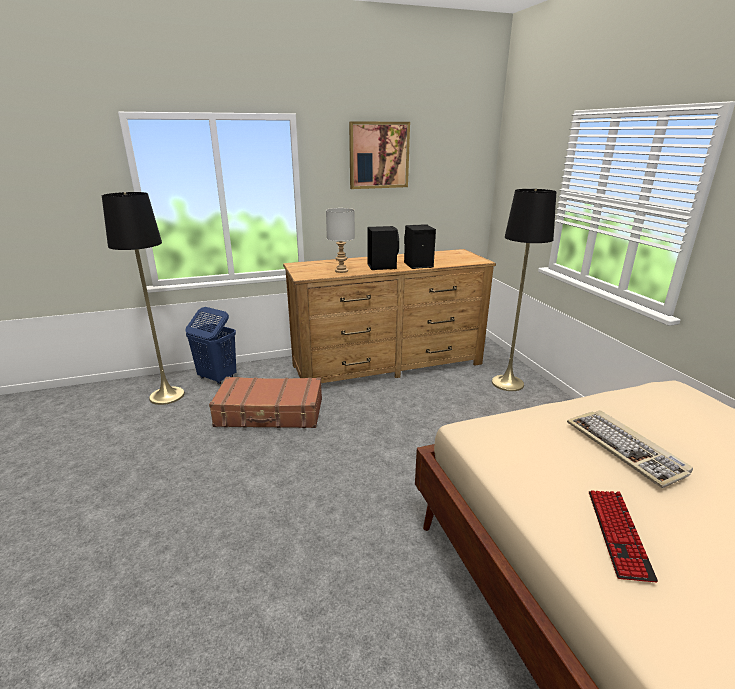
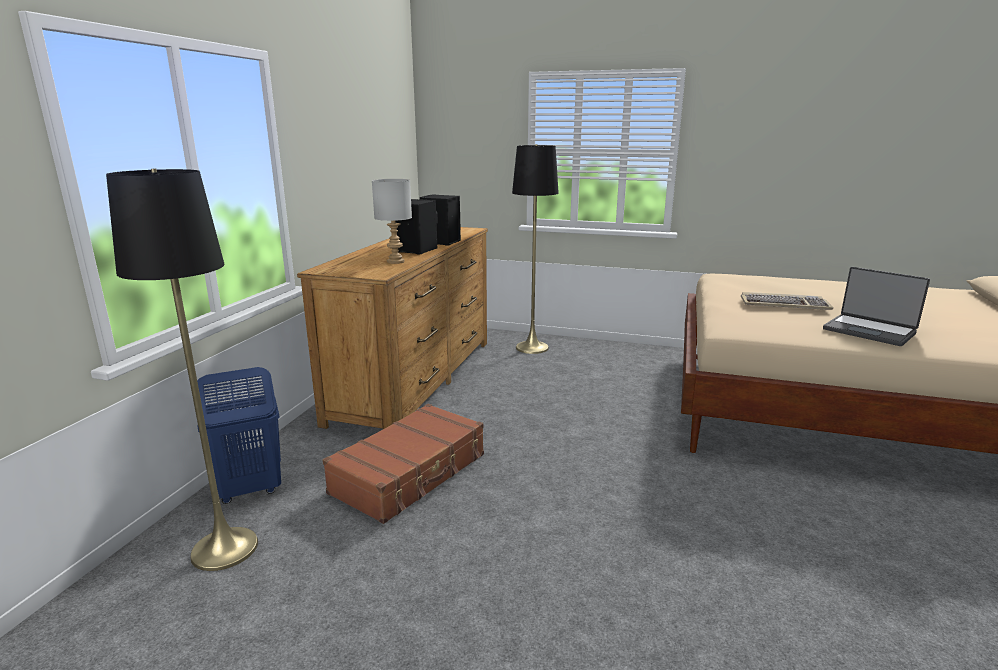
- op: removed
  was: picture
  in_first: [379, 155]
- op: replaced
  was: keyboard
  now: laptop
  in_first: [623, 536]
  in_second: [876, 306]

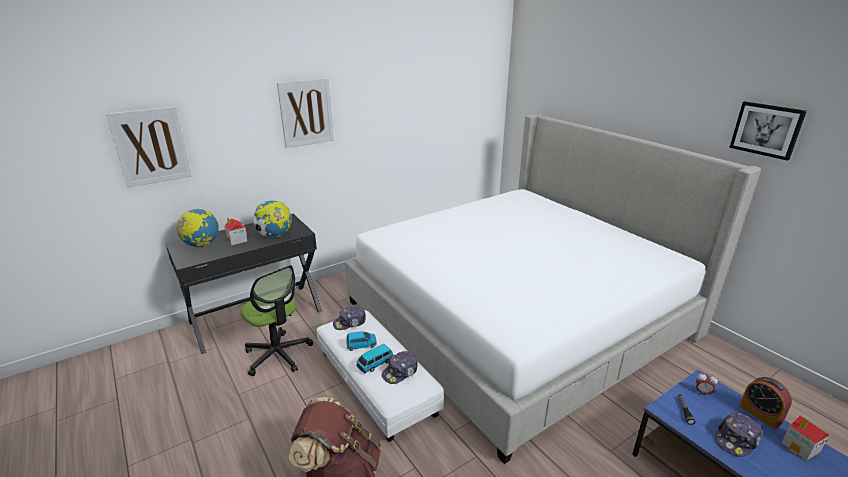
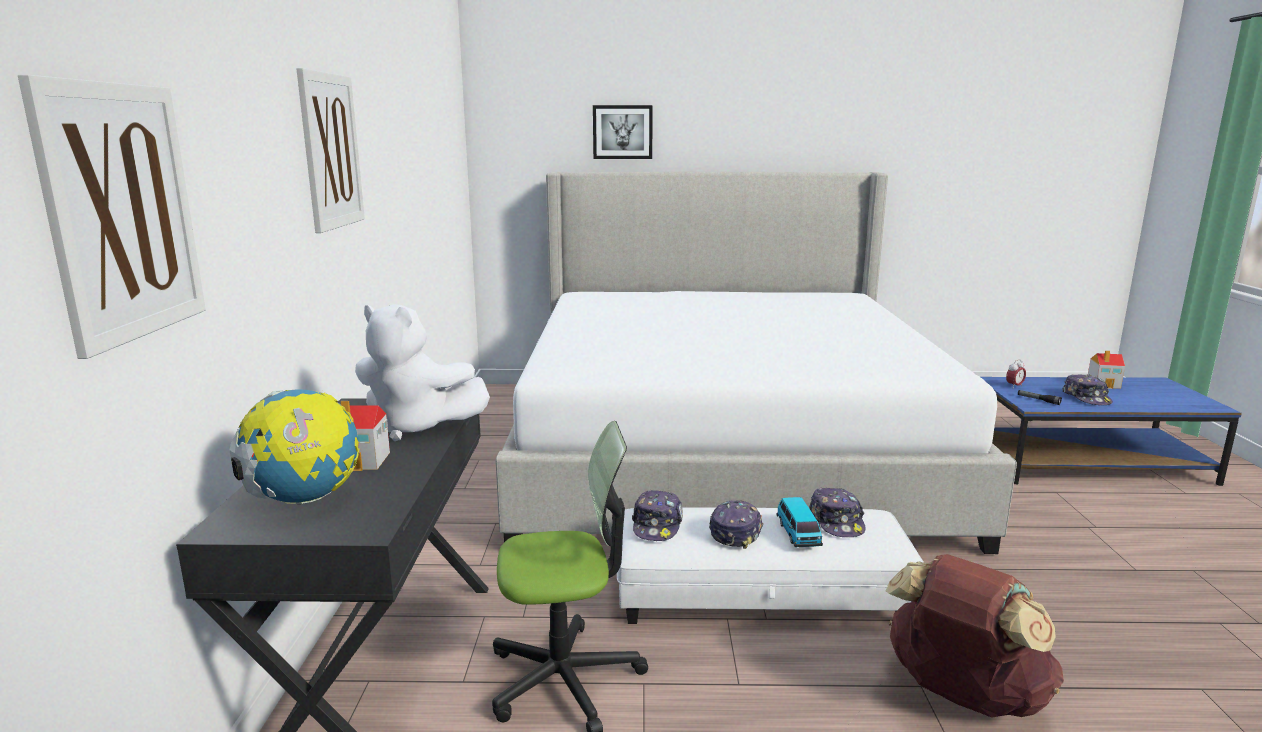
- op: moved
  was: picture
  in_first: [768, 131]
  in_second: [623, 132]
- op: replaced
  was: globe
  now: plush toy in white
  in_first: [272, 219]
  in_second: [422, 372]
- op: replaced
  was: toy car in blue
  now: cap
  in_first: [361, 341]
  in_second: [736, 524]
- op: removed
  was: alarm clock
  in_first: [765, 403]

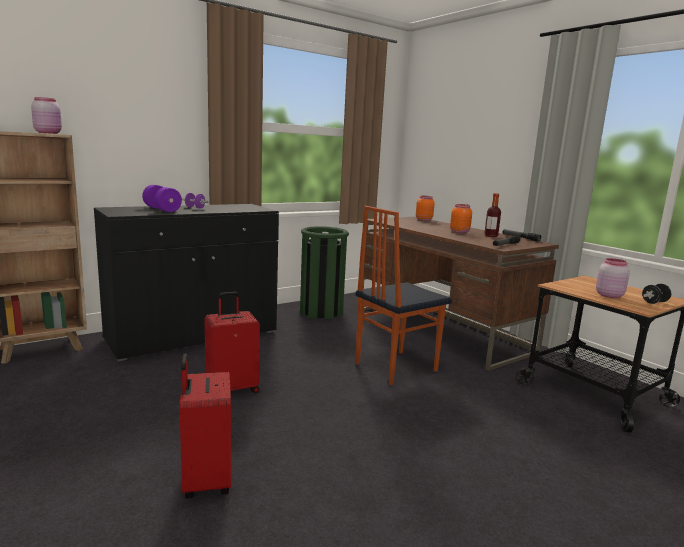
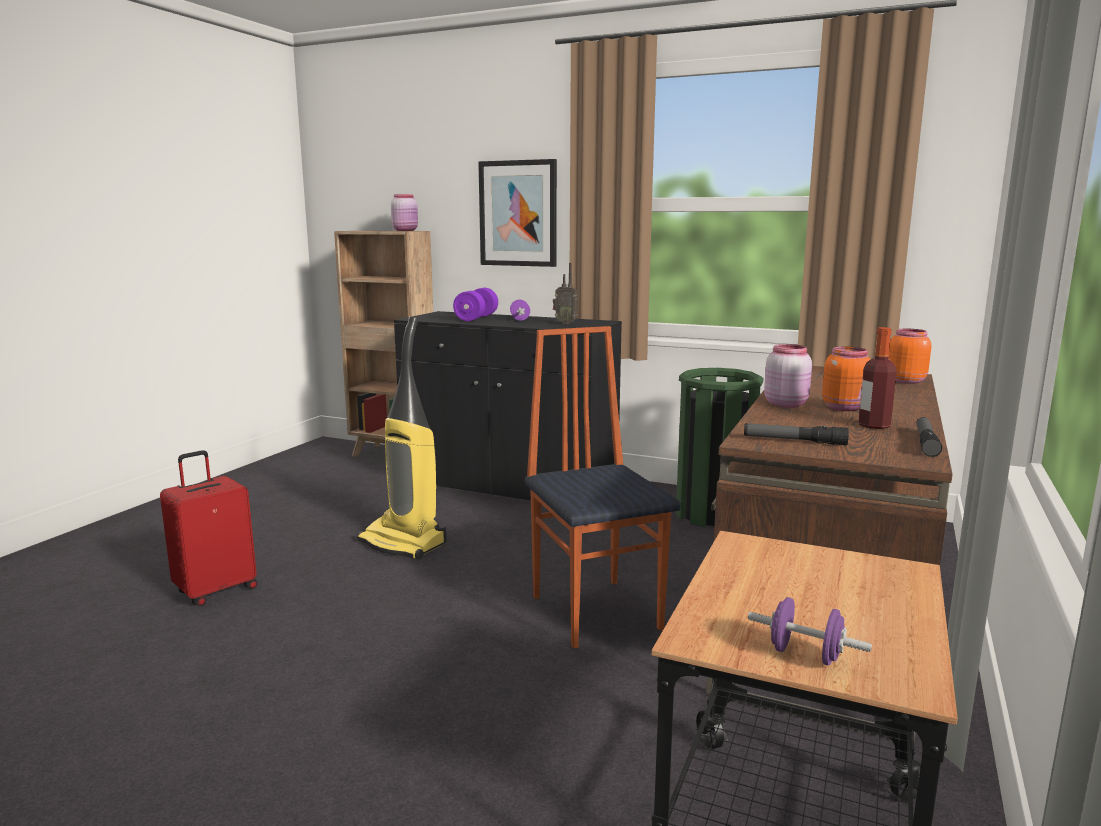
- op: turned
  was: chair
  in_first: [403, 295]
  in_second: [603, 487]
  clockwise: 45
- op: moved
  was: jar in pink
  in_first: [613, 278]
  in_second: [788, 376]
- op: recoloured
  was: dumbbell in black
  now: dumbbell in purple
  in_first: [656, 294]
  in_second: [810, 631]
- op: replaced
  was: suitcase in red
  now: vacuum cleaner
  in_first: [232, 342]
  in_second: [402, 438]
- op: added
  now: picture
  in_second: [517, 213]
- op: added
  now: radio
  in_second: [565, 293]

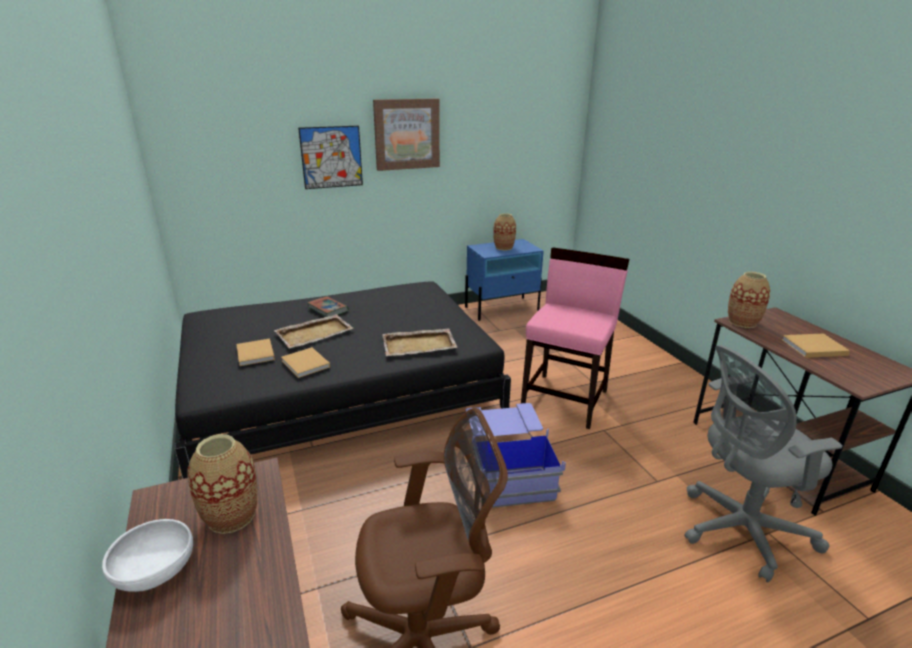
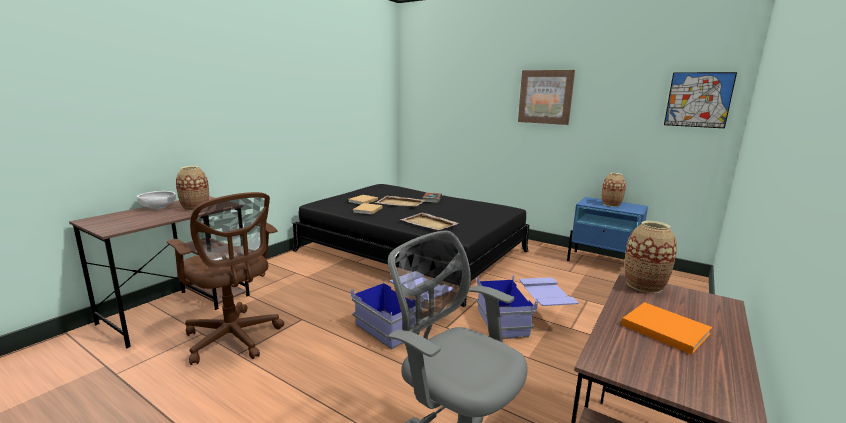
- op: moved
  was: picture
  in_first: [330, 157]
  in_second: [700, 100]
- op: replaced
  was: chair in pink
  now: storage box in blue
  in_first: [575, 338]
  in_second: [527, 307]
- op: recoloured
  was: book in beige
  now: book in orange
  in_first: [816, 345]
  in_second: [666, 328]

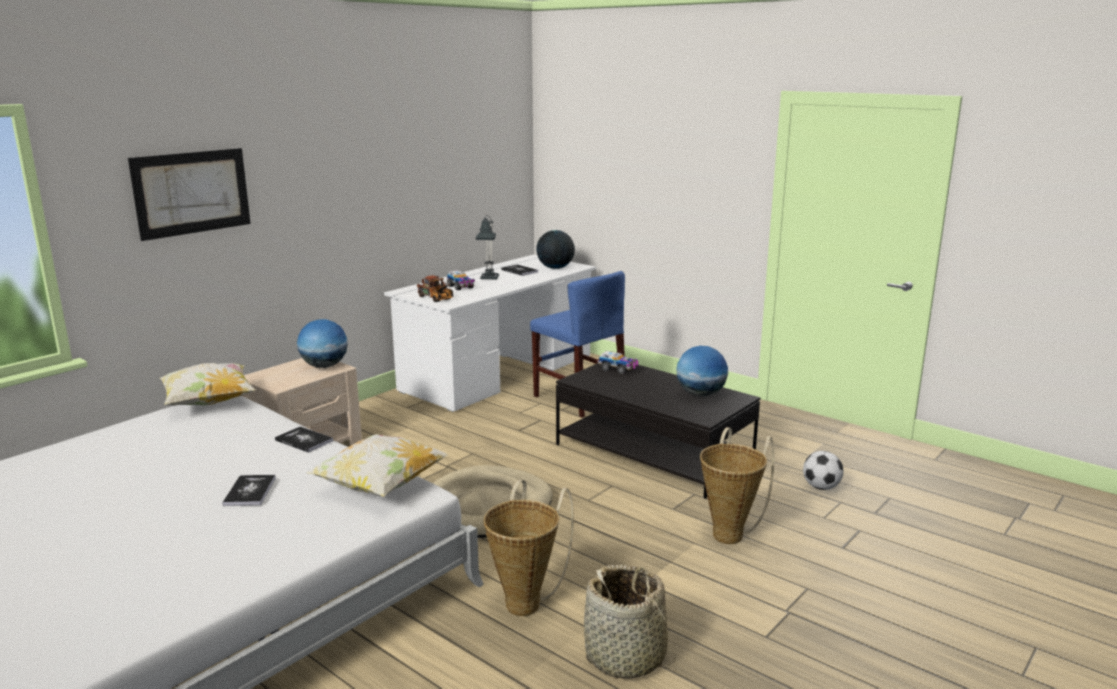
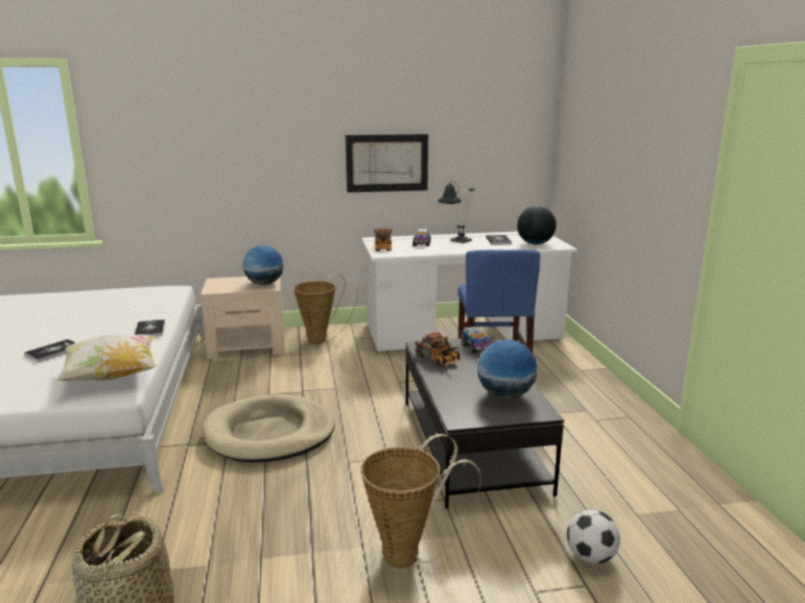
- op: moved
  was: picture
  in_first: [189, 194]
  in_second: [386, 163]
- op: removed
  was: pillow
  in_first: [208, 384]
- op: moved
  was: basket
  in_first: [529, 548]
  in_second: [326, 309]
- op: added
  now: toy truck
  in_second: [437, 349]

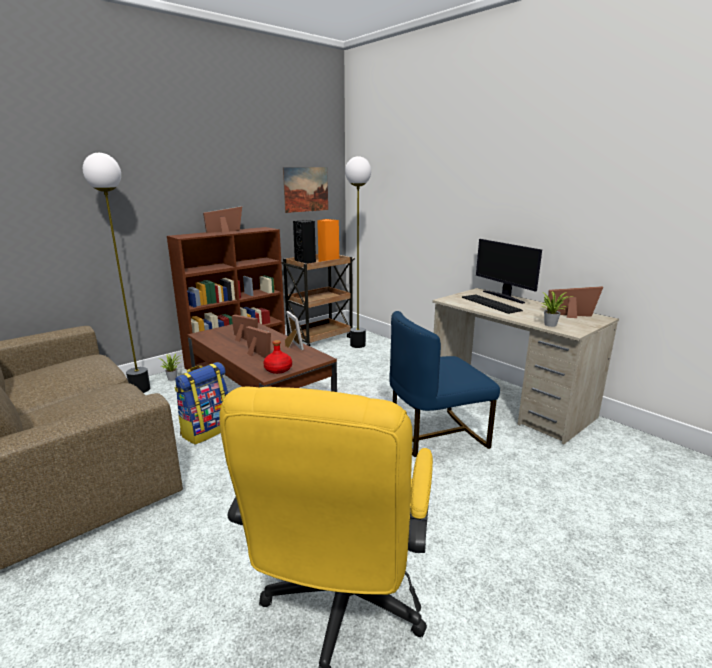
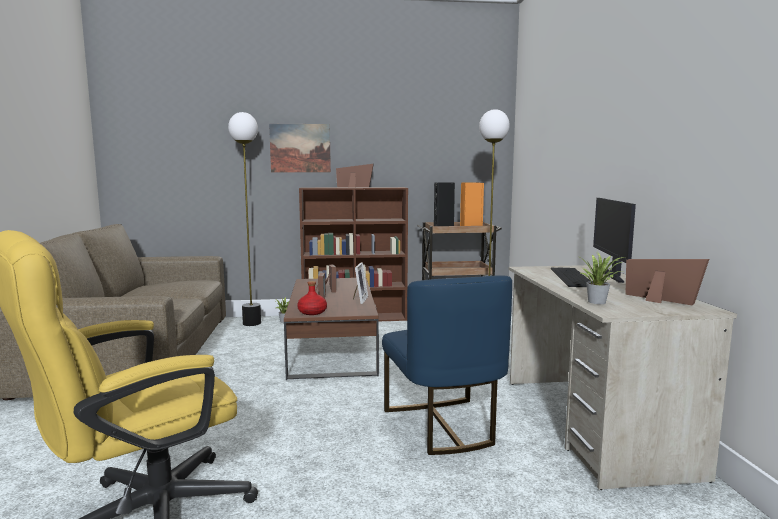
- op: moved
  was: picture
  in_first: [305, 190]
  in_second: [300, 148]
- op: turned
  was: chair in blue
  in_first: [444, 384]
  in_second: [447, 365]
  clockwise: -120
- op: removed
  was: backpack
  in_first: [201, 403]

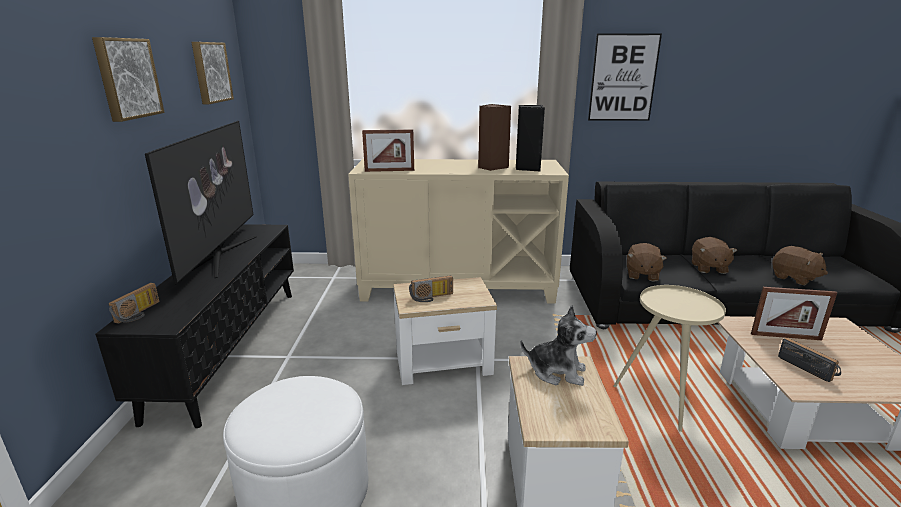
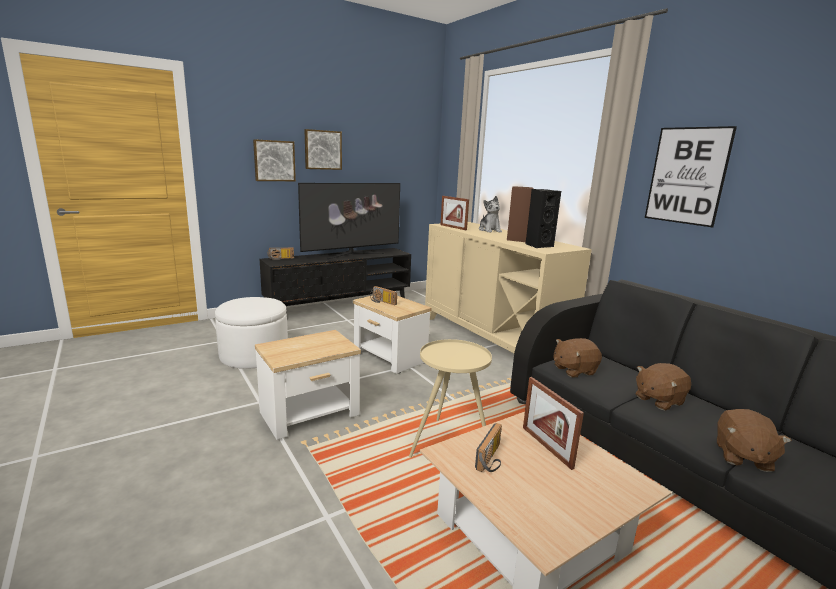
- op: moved
  was: picture
  in_first: [213, 73]
  in_second: [274, 160]
- op: moved
  was: plush toy
  in_first: [558, 345]
  in_second: [490, 214]

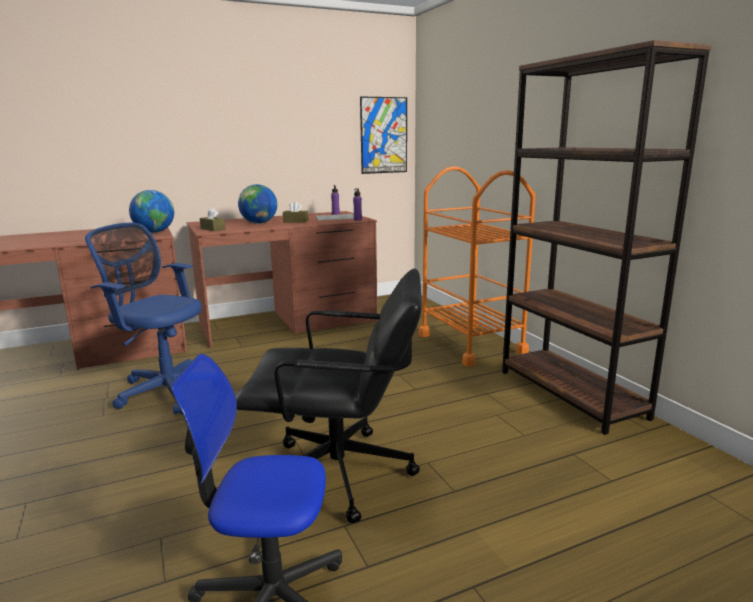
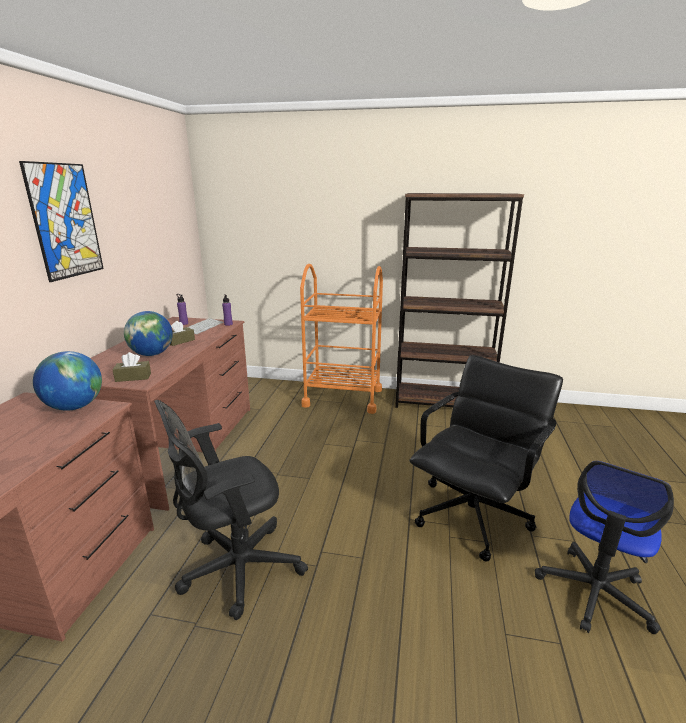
- op: moved
  was: picture
  in_first: [383, 135]
  in_second: [61, 221]
- op: recoloured
  was: office chair in blue
  now: office chair in black
  in_first: [143, 319]
  in_second: [231, 510]

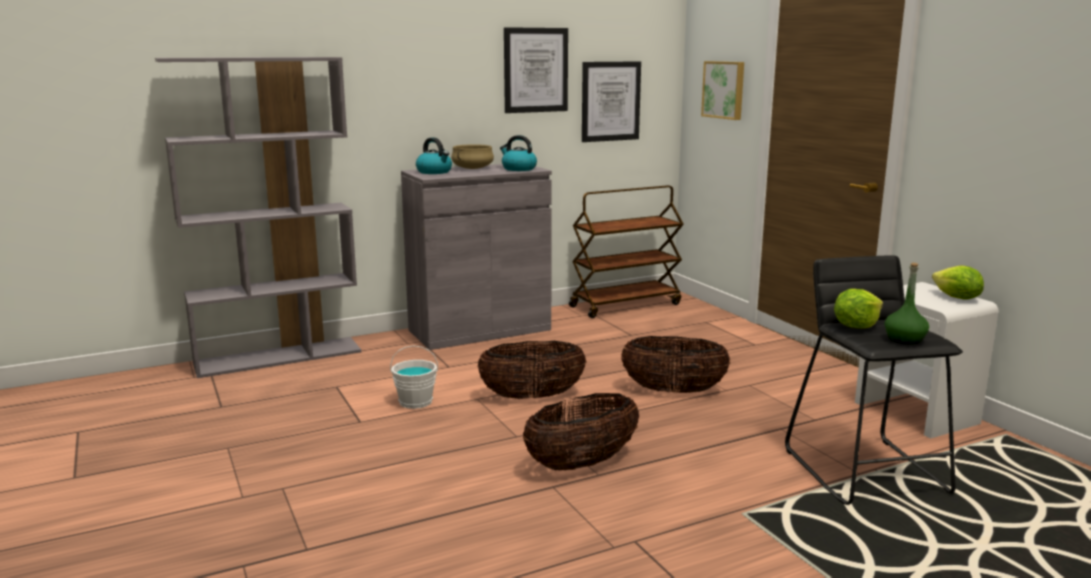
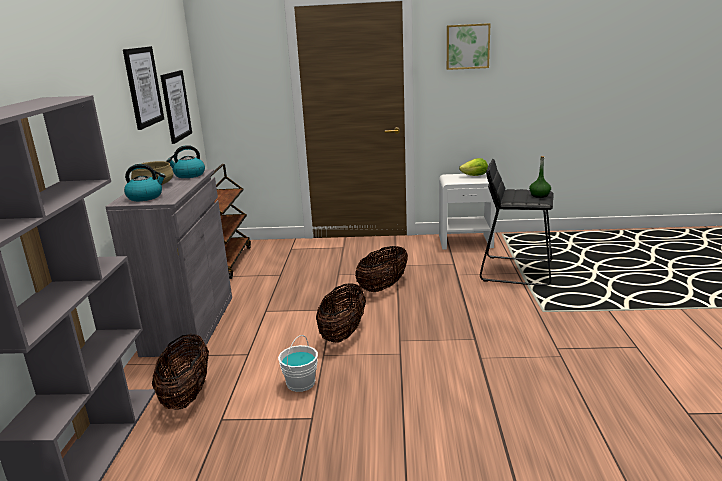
- op: moved
  was: picture
  in_first: [722, 90]
  in_second: [469, 46]
- op: removed
  was: lettuce
  in_first: [858, 308]
- op: moved
  was: basket
  in_first: [581, 431]
  in_second: [180, 371]

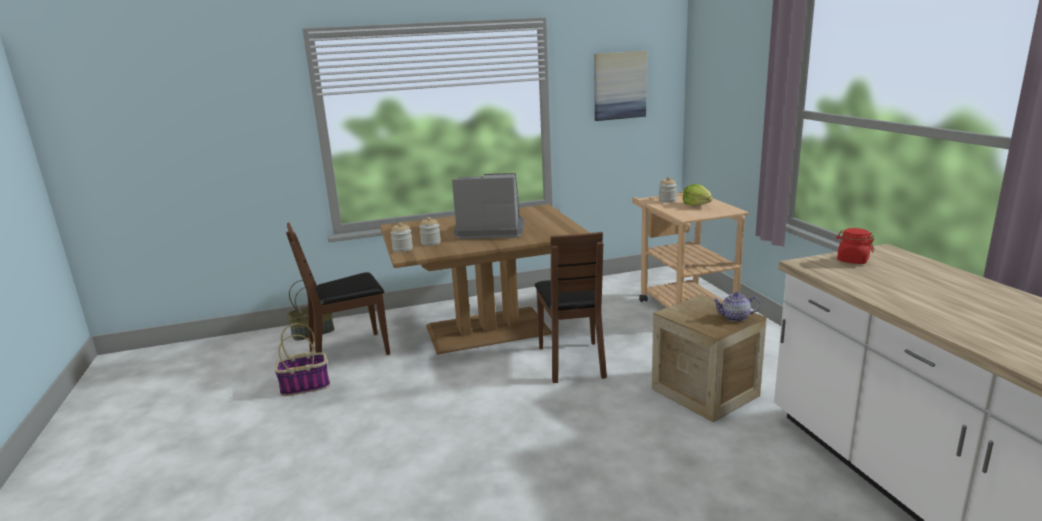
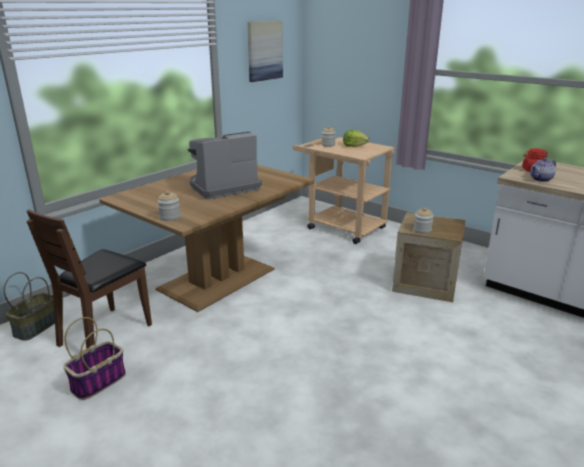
- op: moved
  was: jar
  in_first: [430, 231]
  in_second: [423, 221]
- op: removed
  was: chair in brown
  in_first: [571, 307]
- op: moved
  was: teapot
  in_first: [736, 307]
  in_second: [543, 170]

